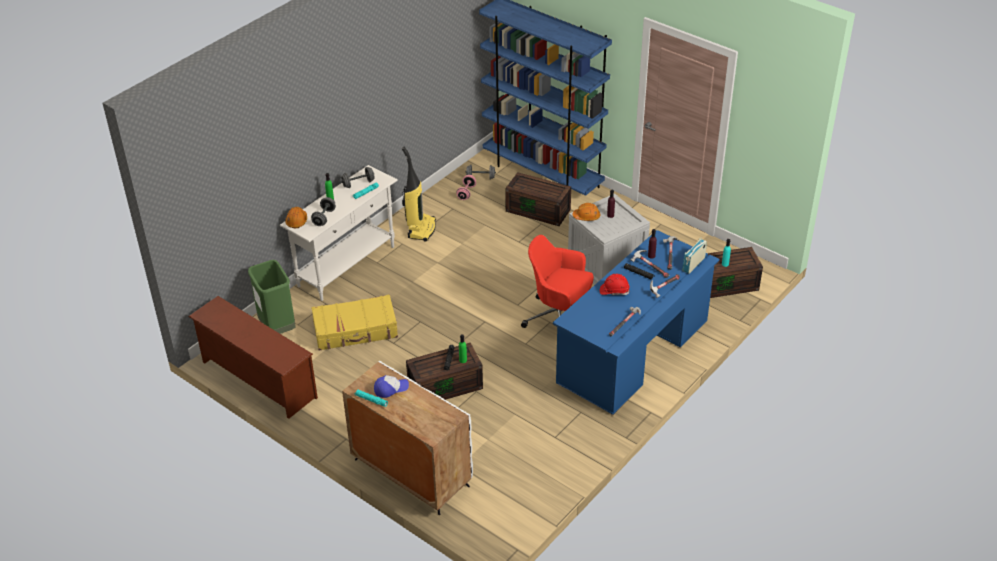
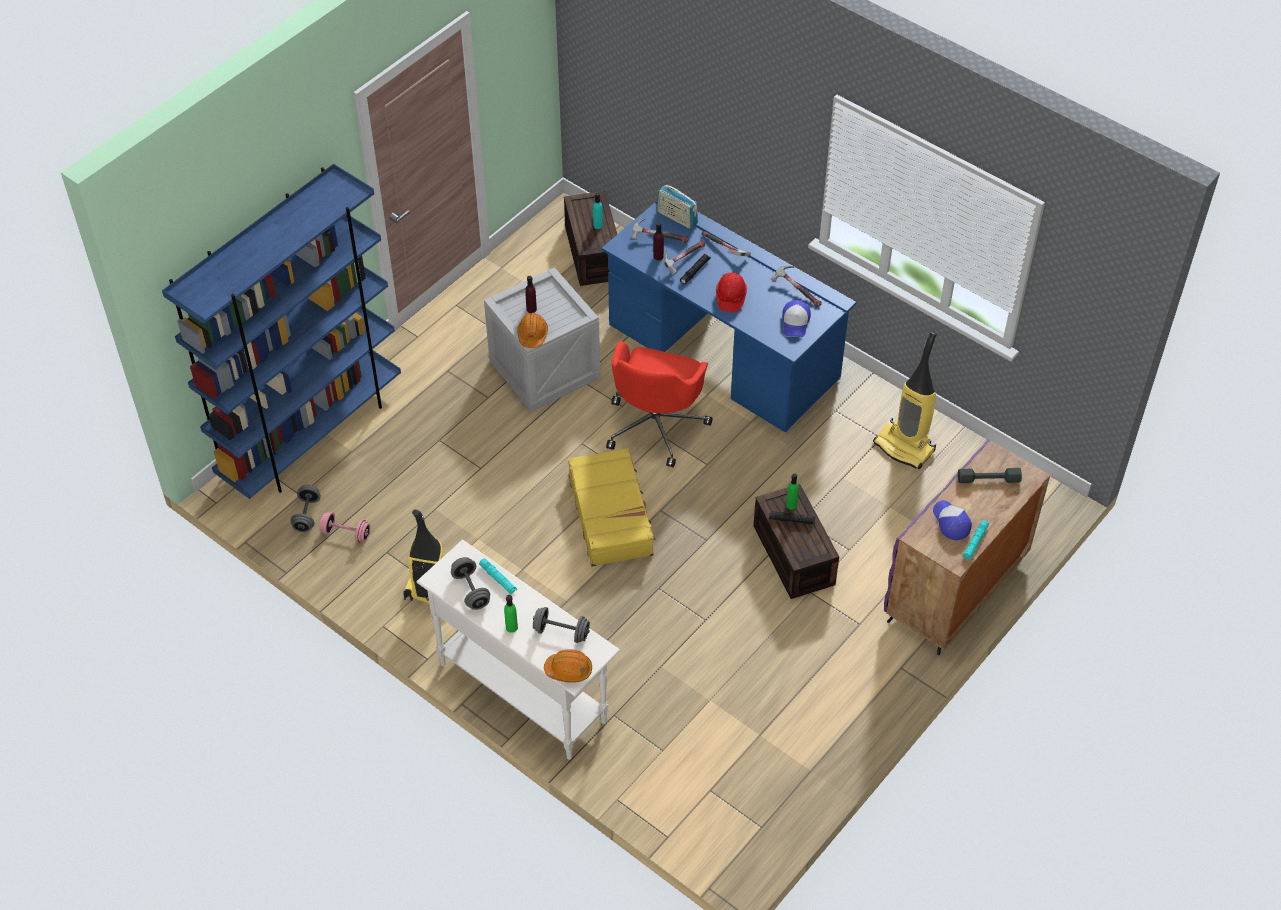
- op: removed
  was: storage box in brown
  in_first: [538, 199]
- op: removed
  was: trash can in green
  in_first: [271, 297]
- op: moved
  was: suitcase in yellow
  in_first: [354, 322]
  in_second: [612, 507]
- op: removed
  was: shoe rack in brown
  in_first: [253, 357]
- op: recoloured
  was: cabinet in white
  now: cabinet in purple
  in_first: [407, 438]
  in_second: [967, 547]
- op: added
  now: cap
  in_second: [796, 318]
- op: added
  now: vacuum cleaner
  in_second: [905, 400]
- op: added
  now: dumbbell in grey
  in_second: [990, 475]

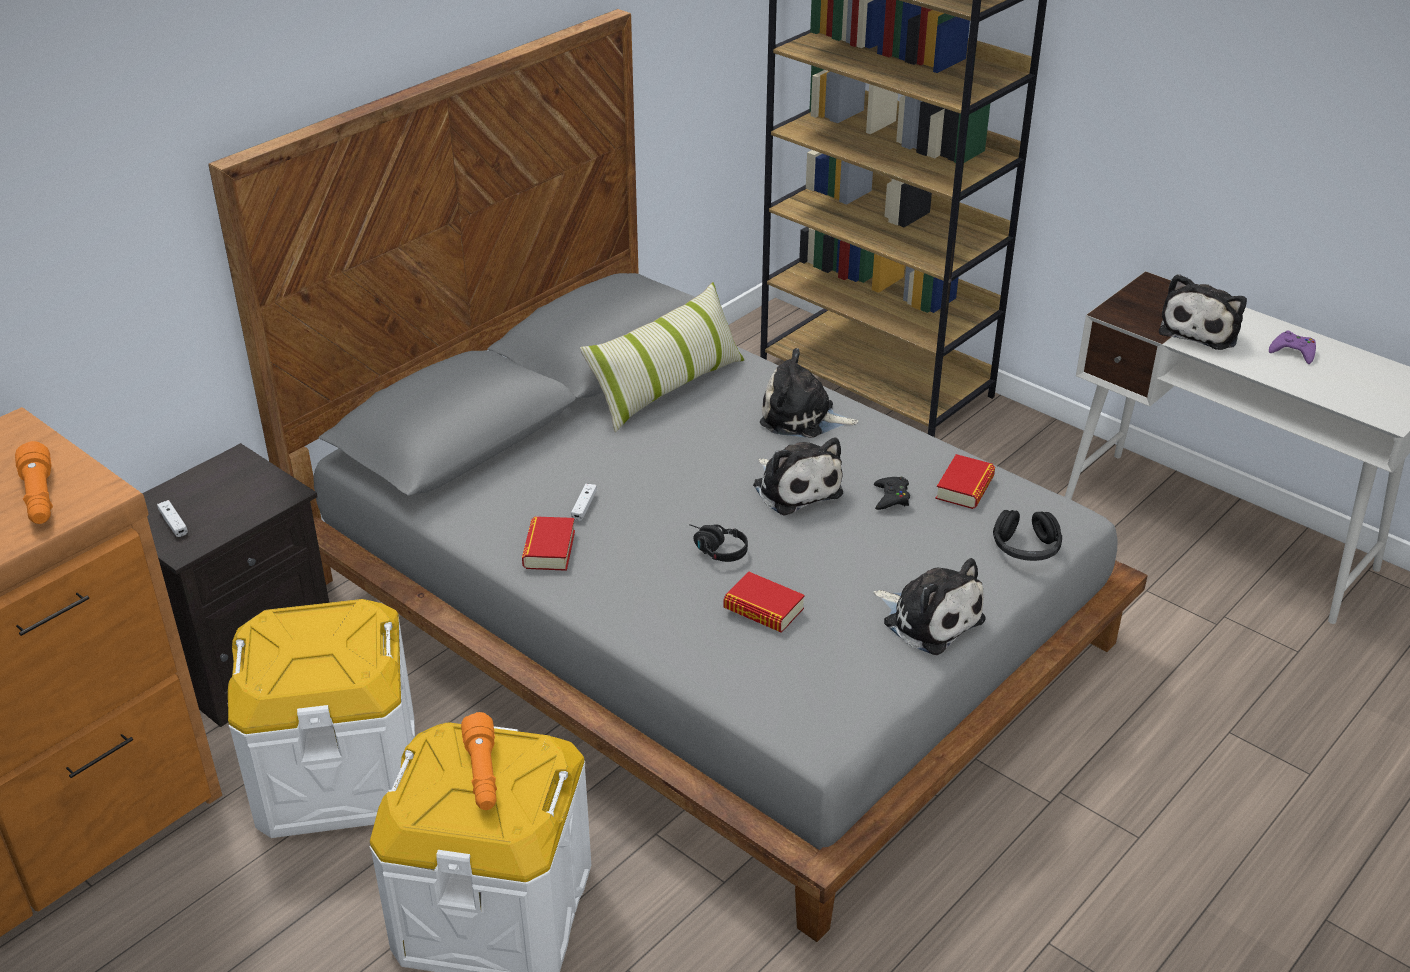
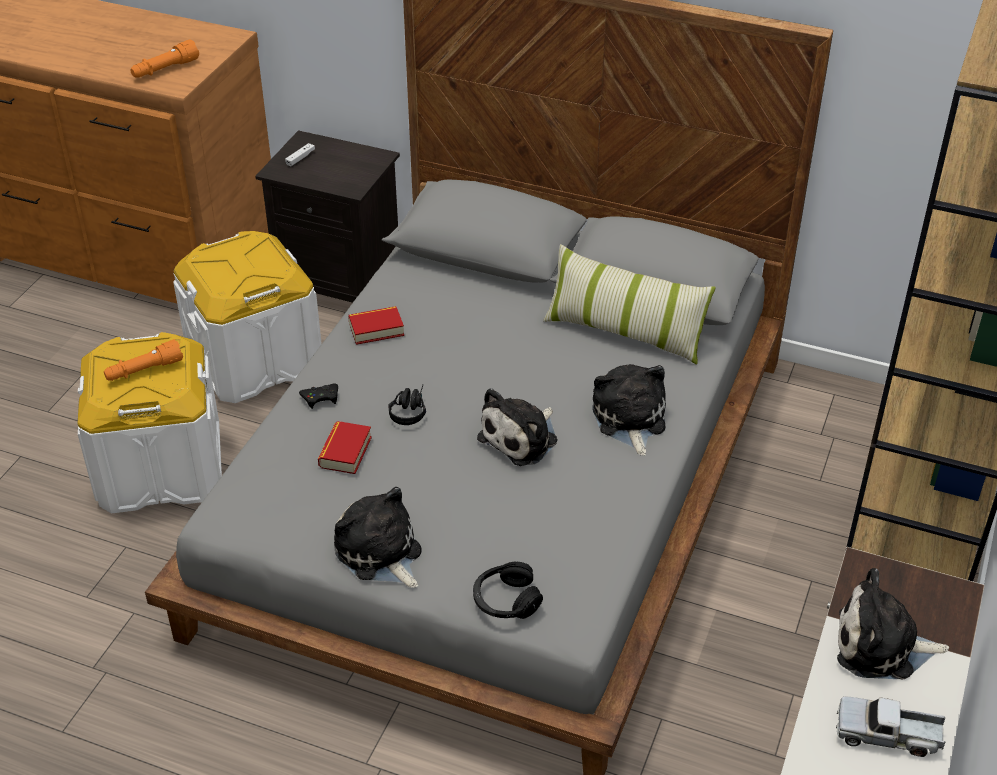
- op: replaced
  was: game controller in purple
  now: toy truck
  in_first: [1292, 347]
  in_second: [890, 726]
- op: removed
  was: book
  in_first: [965, 481]
- op: moved
  was: game controller in black
  in_first: [892, 493]
  in_second: [318, 396]
- op: removed
  was: game controller in white
  in_first: [584, 502]
- op: turned
  was: plush toy
  in_first: [929, 606]
  in_second: [378, 537]
  clockwise: 120

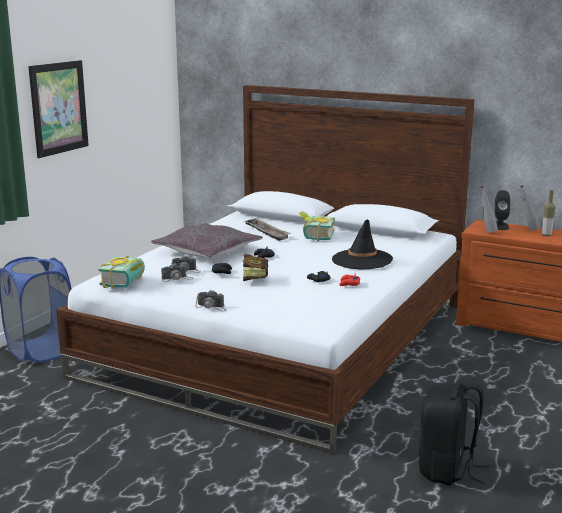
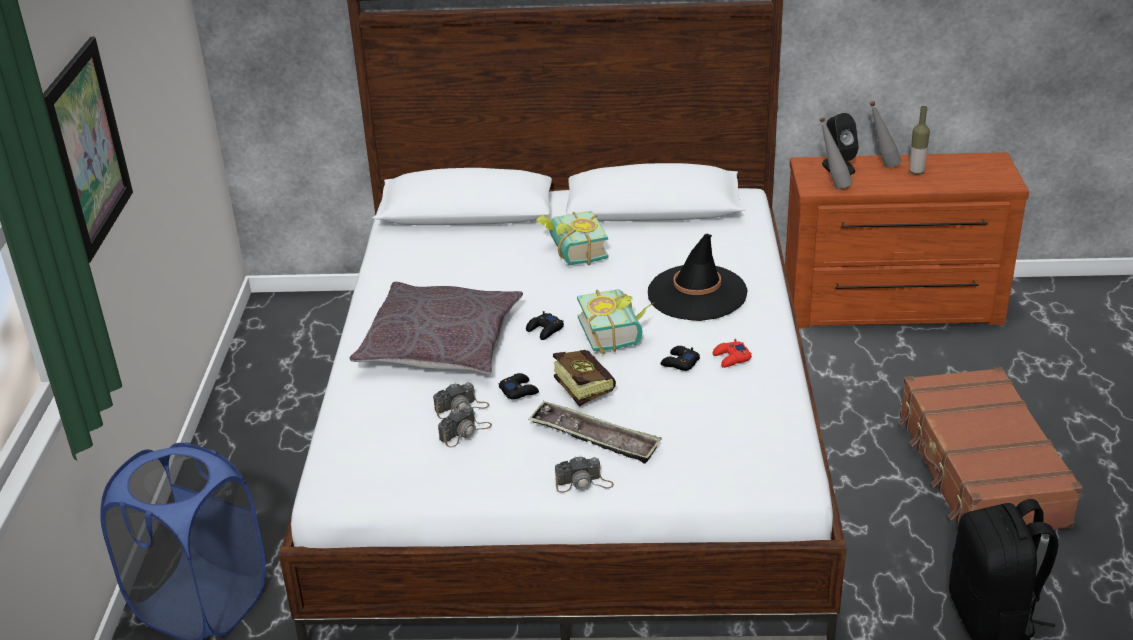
- op: moved
  was: tray
  in_first: [267, 229]
  in_second: [595, 432]
- op: moved
  was: book
  in_first: [121, 272]
  in_second: [616, 321]
- op: added
  now: suitcase in brown
  in_second: [990, 448]

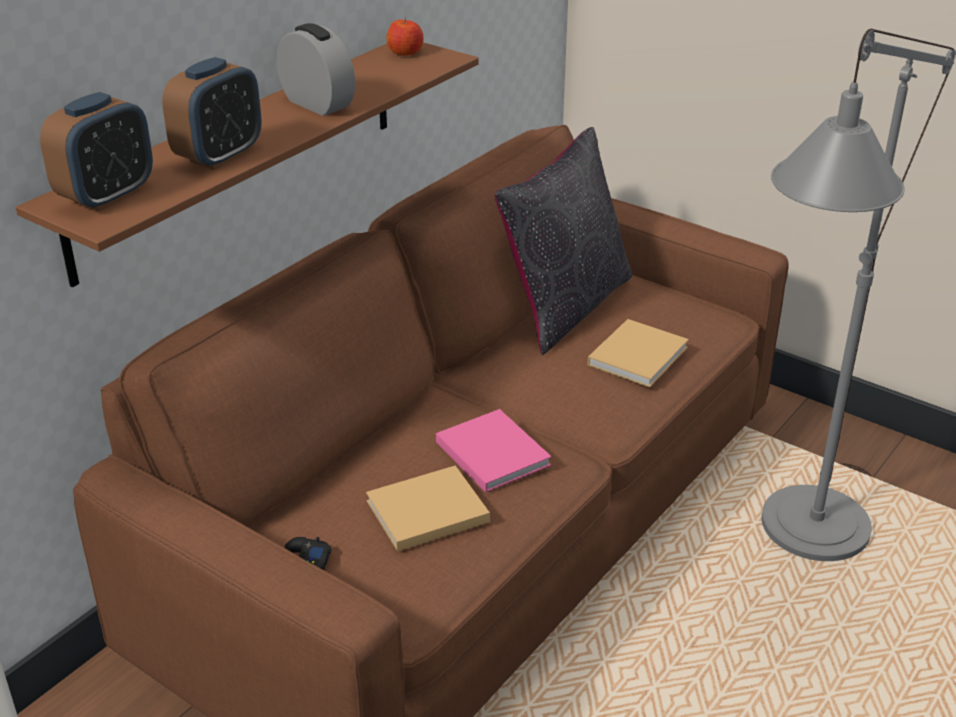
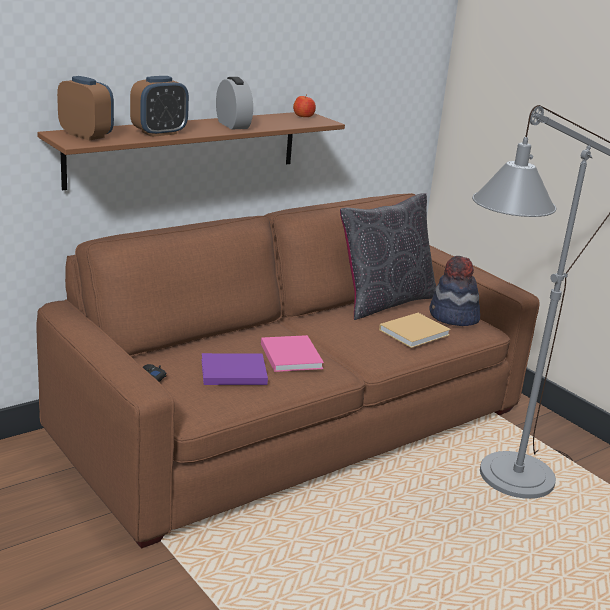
- op: turned
  was: alarm clock
  in_first: [96, 151]
  in_second: [85, 108]
  clockwise: -105
- op: recoloured
  was: book in beige
  now: book in purple
  in_first: [428, 508]
  in_second: [234, 369]
- op: added
  now: hat
  in_second: [454, 291]

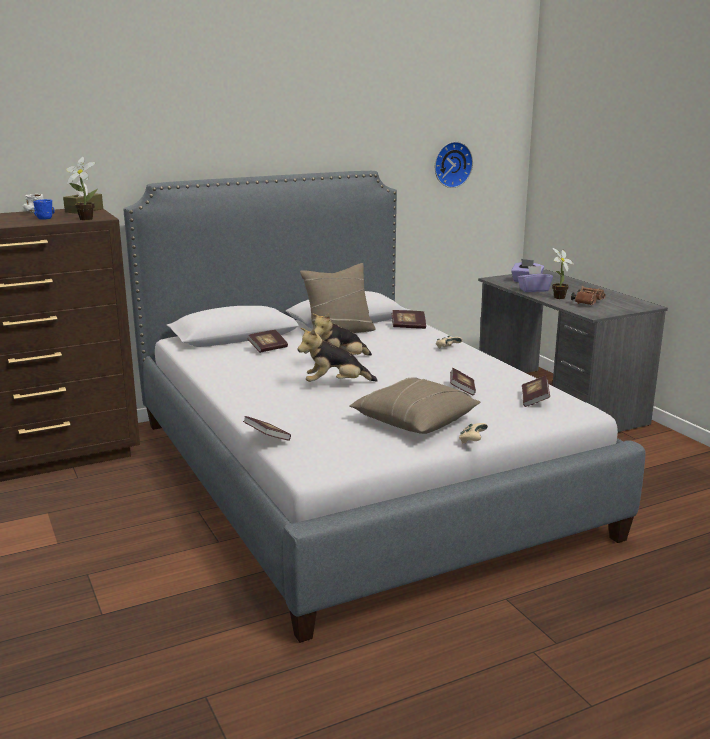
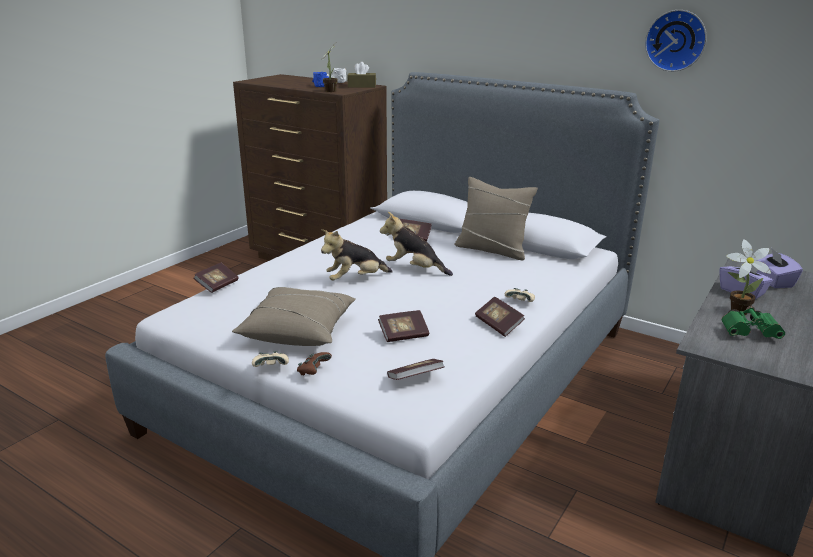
- op: moved
  was: wall clock
  in_first: [454, 164]
  in_second: [676, 41]
- op: recoloured
  was: binoculars in brown
  now: binoculars in green
  in_first: [588, 295]
  in_second: [753, 322]
- op: moved
  was: book
  in_first: [409, 319]
  in_second: [500, 317]
- op: turned
  was: plush toy
  in_first: [338, 355]
  in_second: [357, 255]
  clockwise: -75
- op: added
  now: game controller in brown
  in_second: [314, 364]

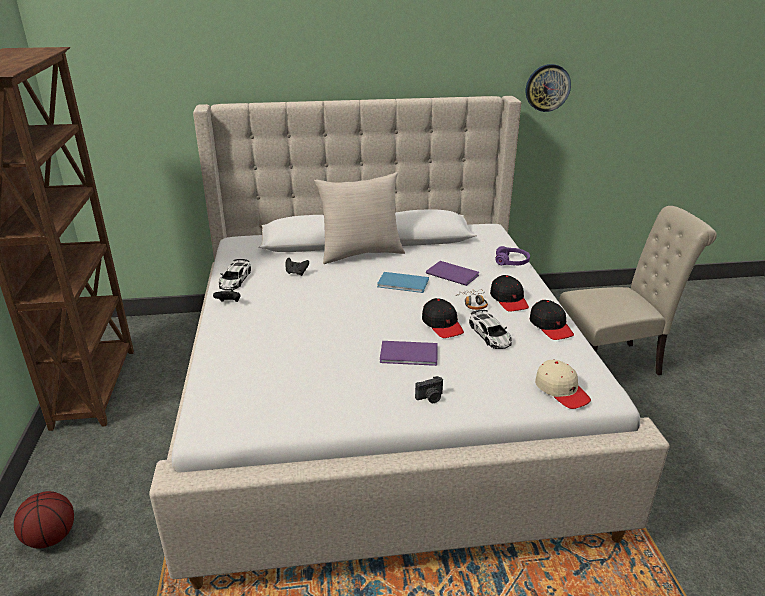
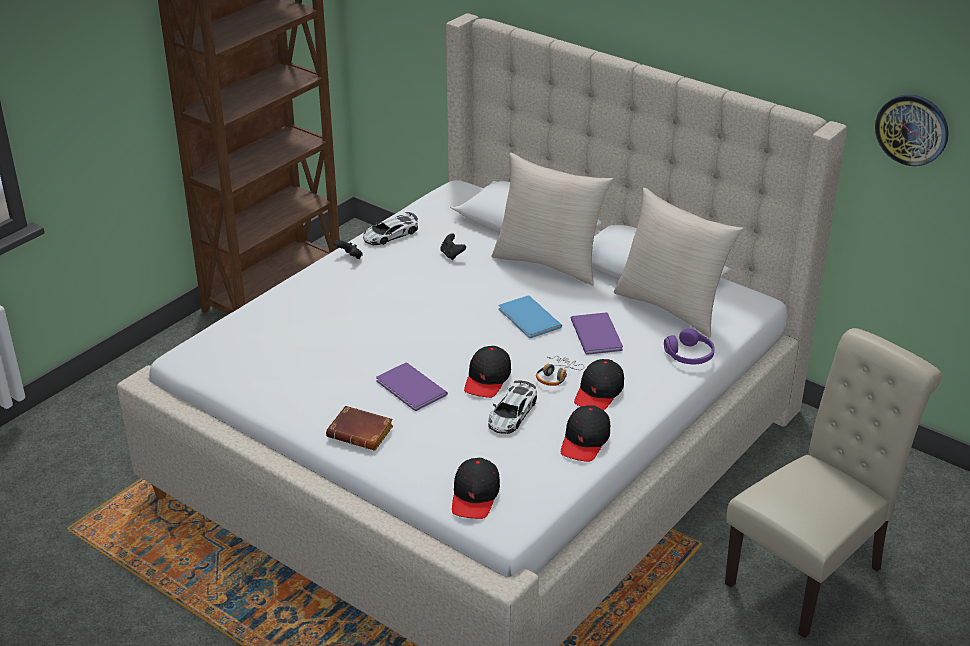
- op: turned
  was: chair in beige
  in_first: [638, 290]
  in_second: [833, 483]
  clockwise: -75
- op: recoloured
  was: cap in beige
  now: cap in black
  in_first: [563, 384]
  in_second: [476, 488]
- op: replaced
  was: photo camera
  now: book in brown
  in_first: [429, 389]
  in_second: [359, 428]
- op: removed
  was: basketball
  in_first: [44, 519]
- op: added
  now: pillow in beige
  in_second: [679, 263]

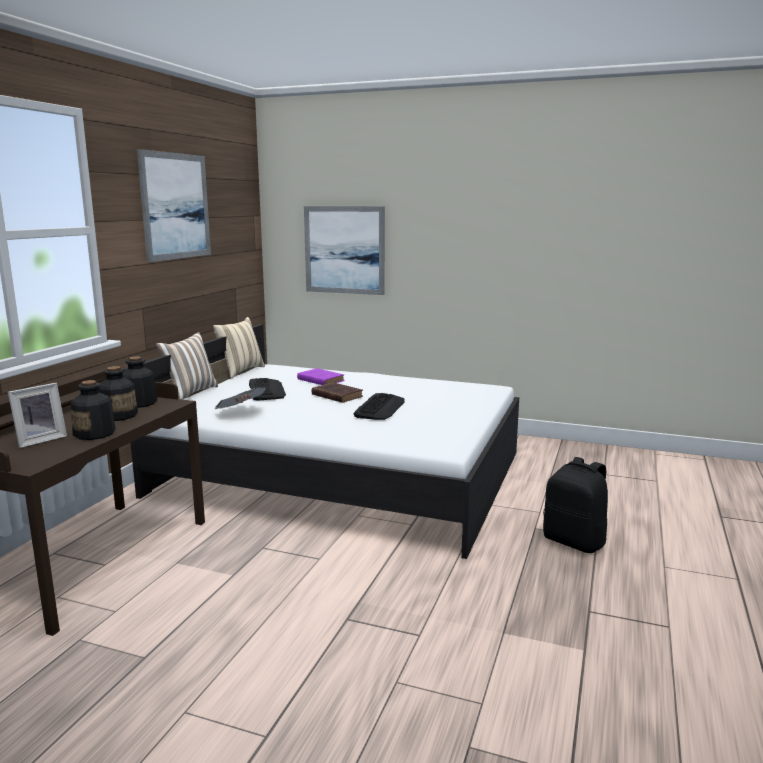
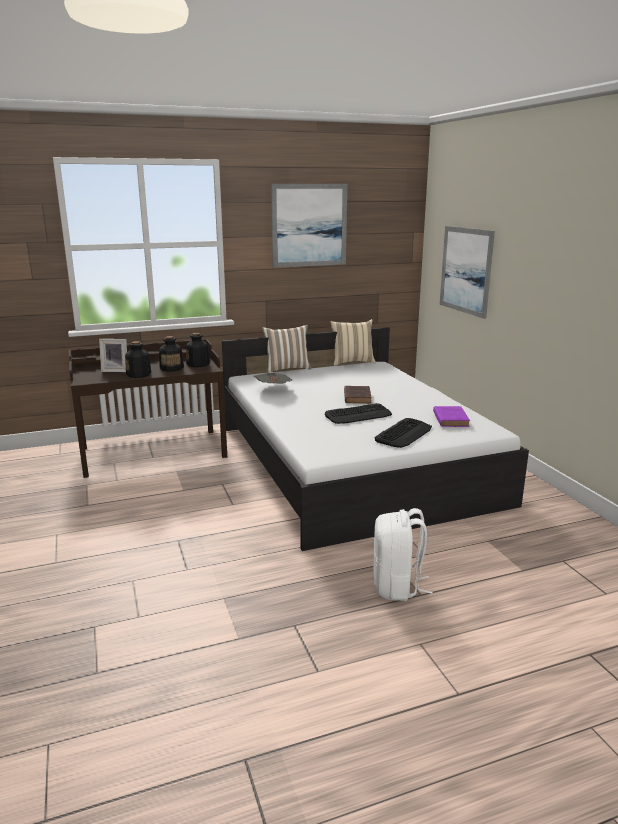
- op: moved
  was: book in purple
  in_first: [321, 376]
  in_second: [451, 416]
- op: moved
  was: keyboard
  in_first: [267, 389]
  in_second: [403, 433]
- op: recoloured
  was: backpack in black
  now: backpack in white
  in_first: [575, 505]
  in_second: [403, 554]

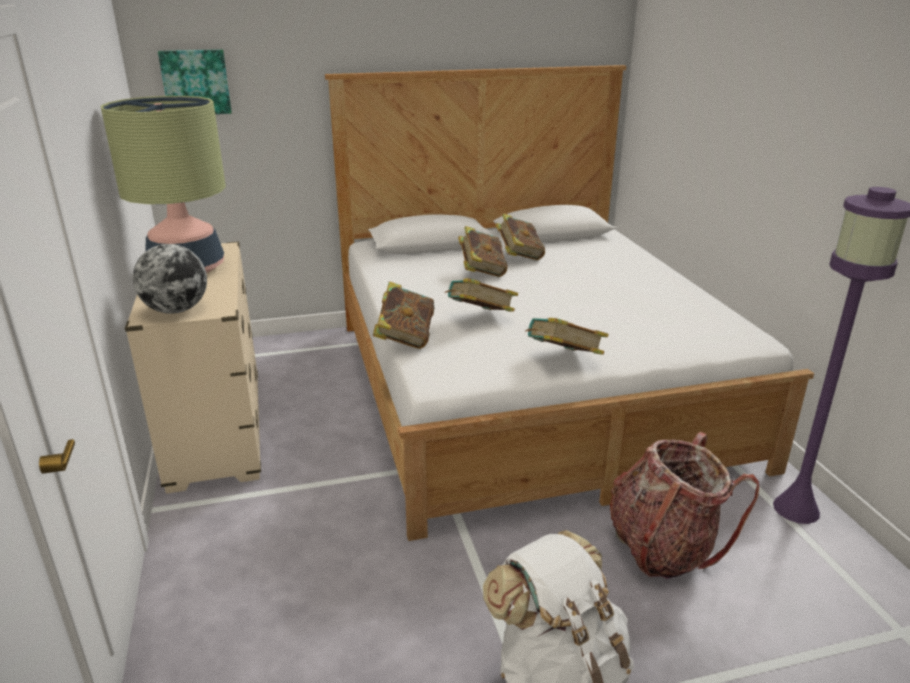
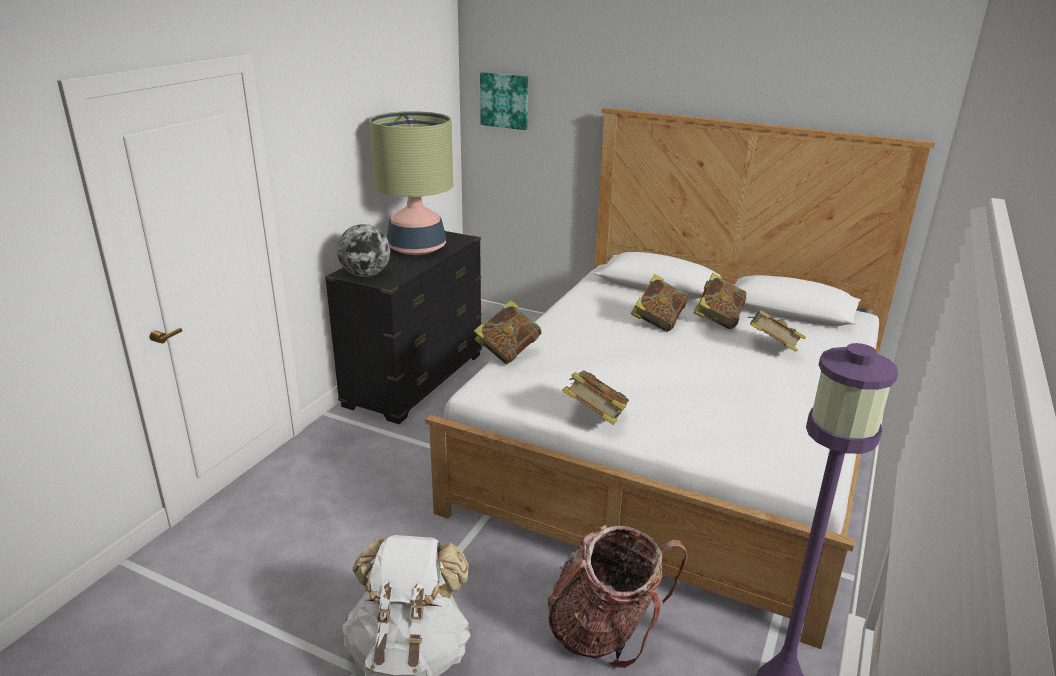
- op: recoloured
  was: dresser in beige
  now: dresser in black
  in_first: [193, 368]
  in_second: [403, 327]
- op: moved
  was: book
  in_first: [481, 295]
  in_second: [777, 330]

